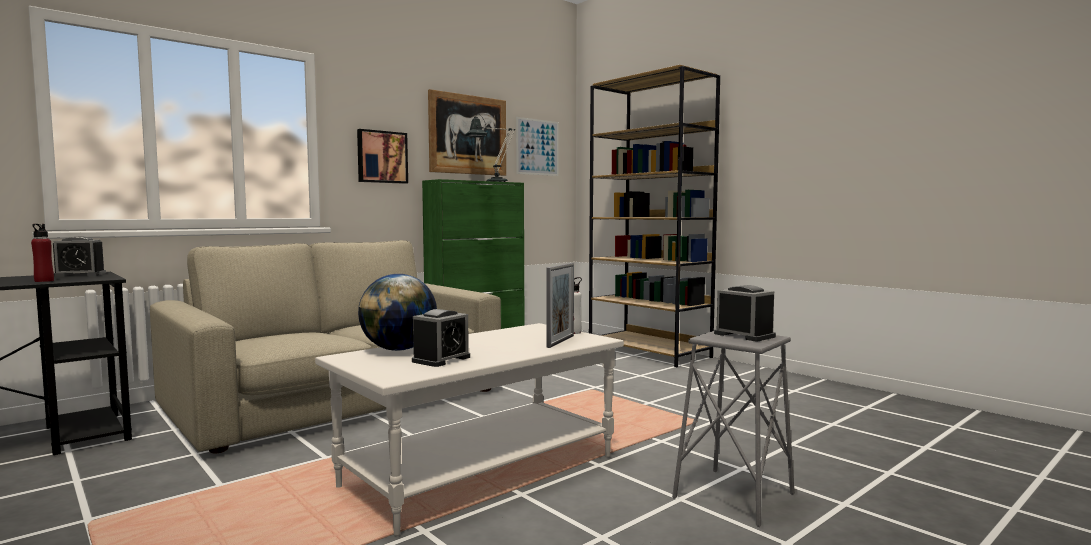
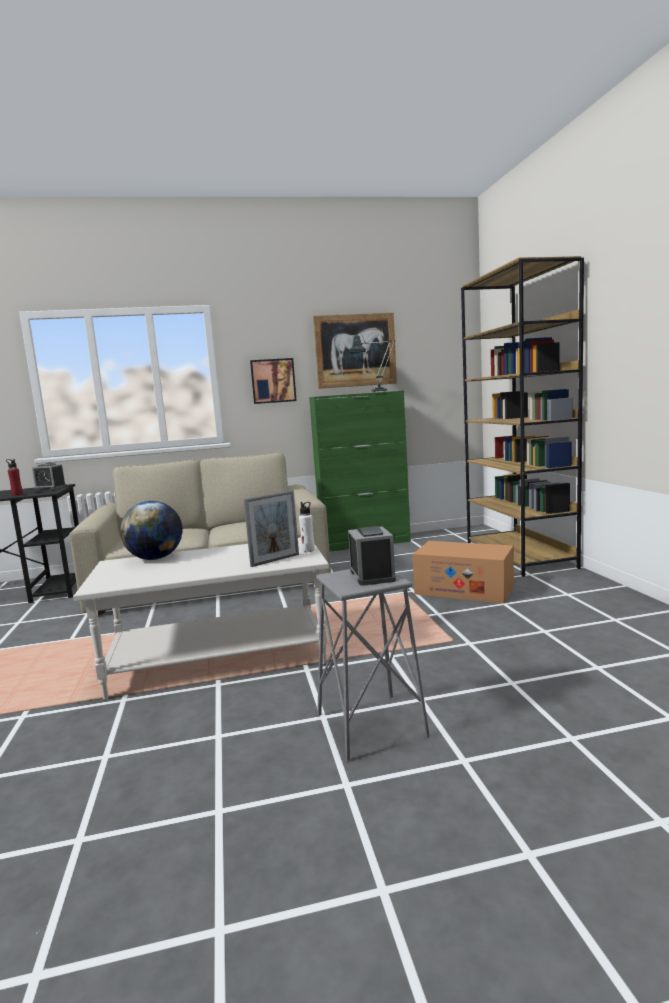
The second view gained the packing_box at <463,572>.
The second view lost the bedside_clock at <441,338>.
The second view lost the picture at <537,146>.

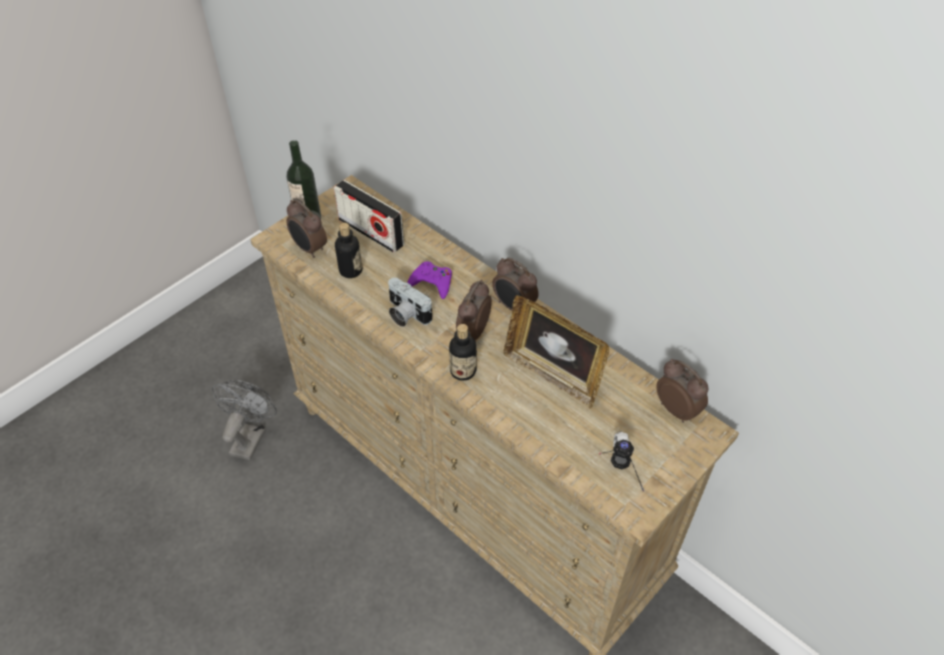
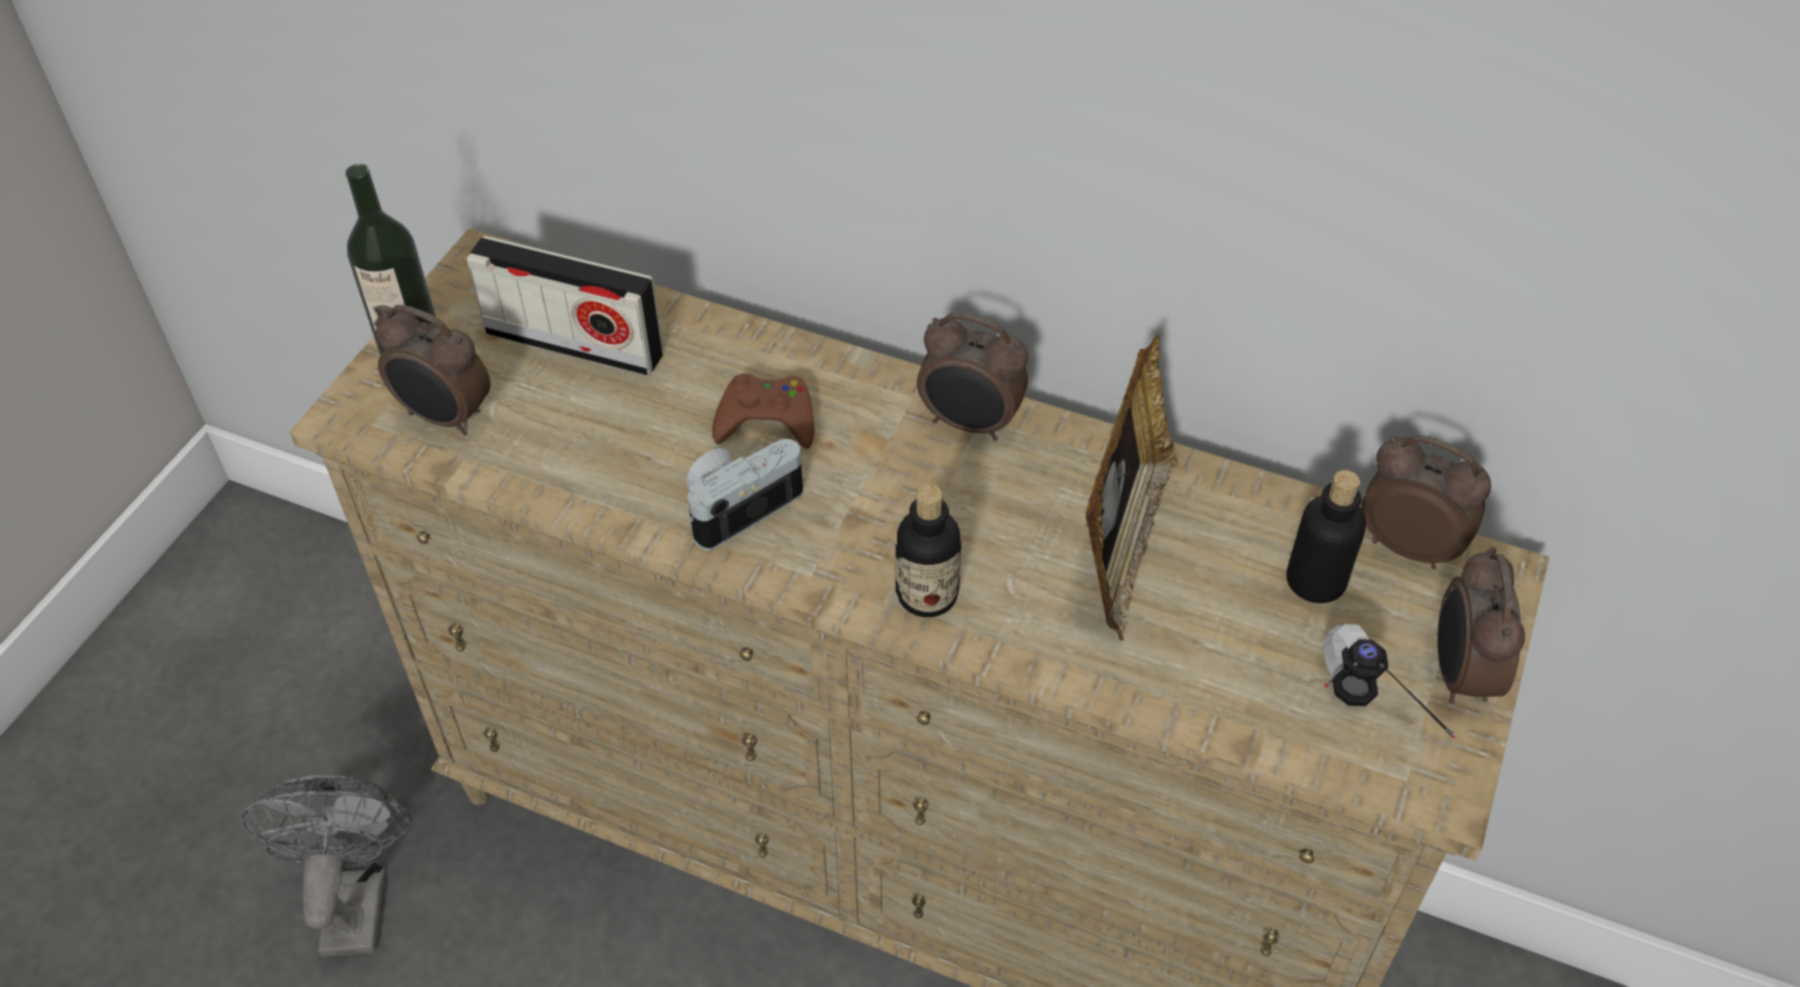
The photo_camera at <410,302> ended up facing another way, 120 degrees clockwise from before.
What was the purple_game_controller at <429,280> turned into the brownish_game_controller at <763,411>.
The photo_frame at <556,352> ended up facing another way, 90 degrees counterclockwise from before.
The drink_bottle ended up elsewhere, having gone from <348,250> to <1326,536>.
The bedside_clock ended up elsewhere, having gone from <474,311> to <1481,625>.

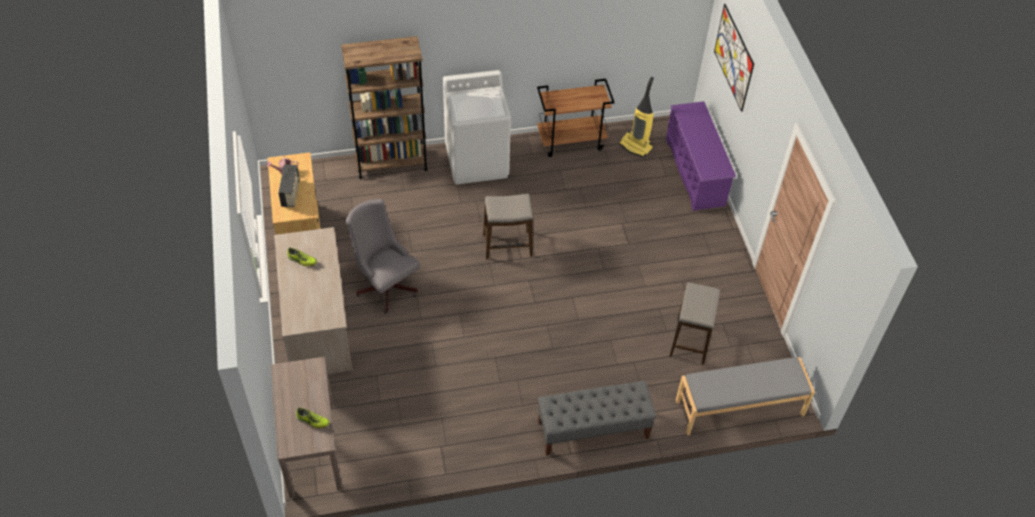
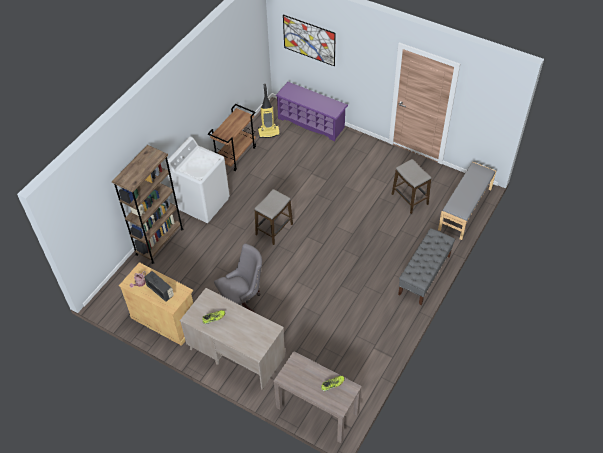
The greyish_office_chair at <382,256> ended up facing another way, 150 degrees clockwise from before.

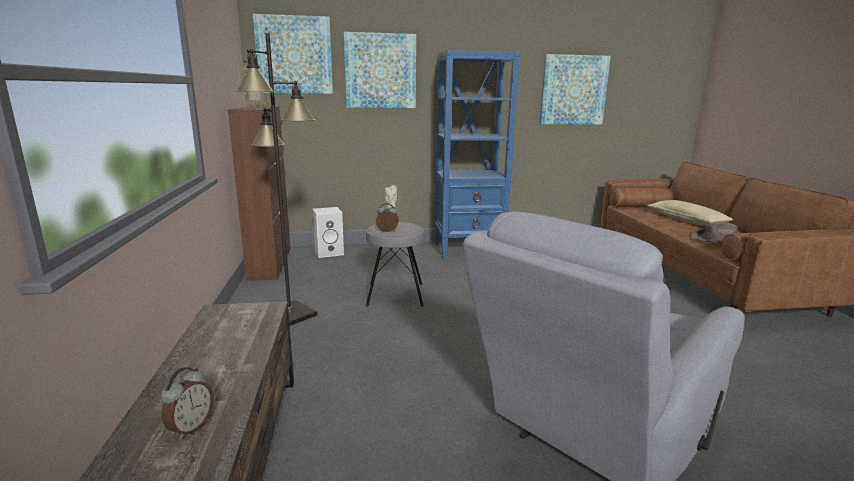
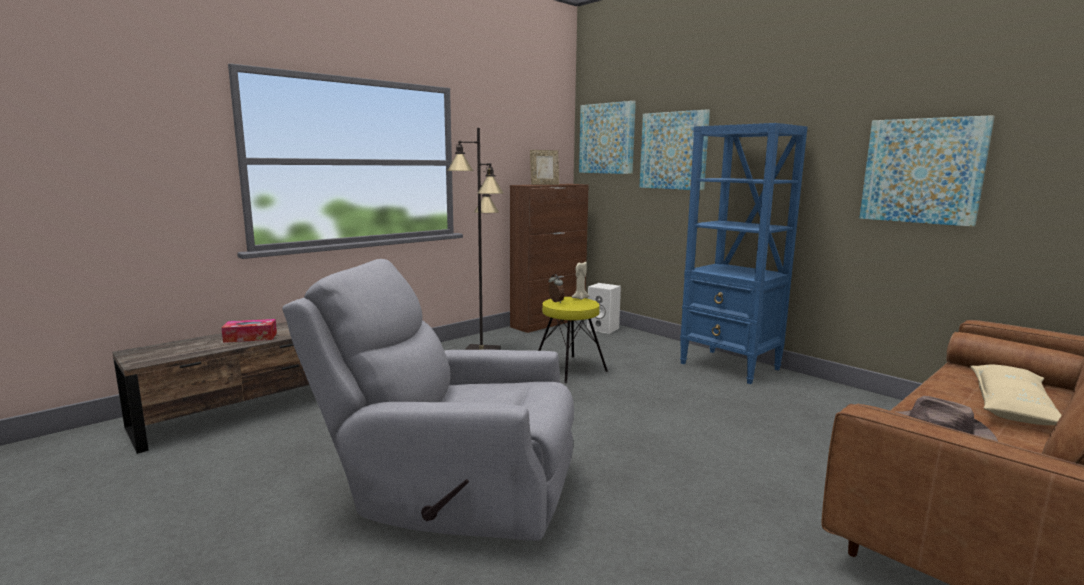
Where the bedside_clock stood at <187,403>, the tissue_holder came to stand at <249,331>.
What was the greyish_stool at <395,264> turned into the yellowish_stool at <573,340>.

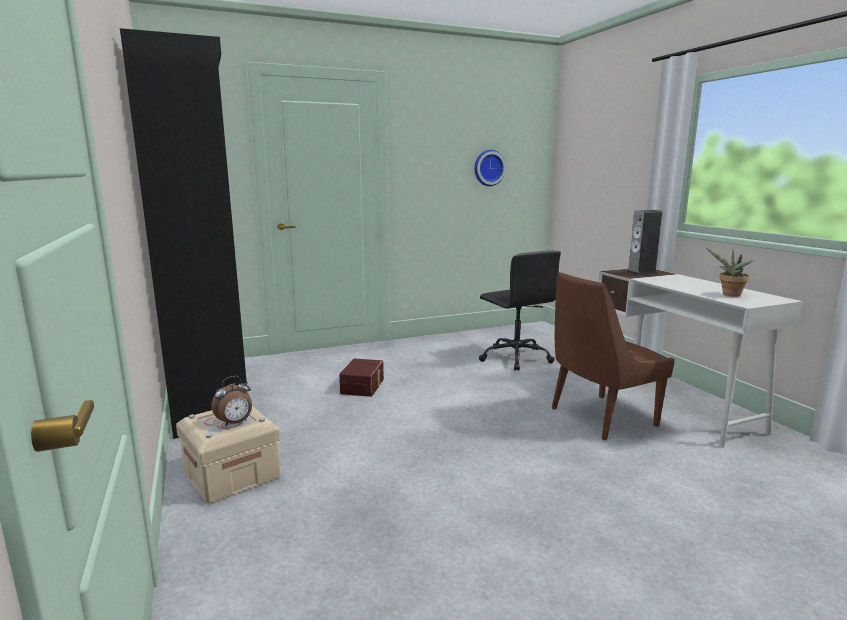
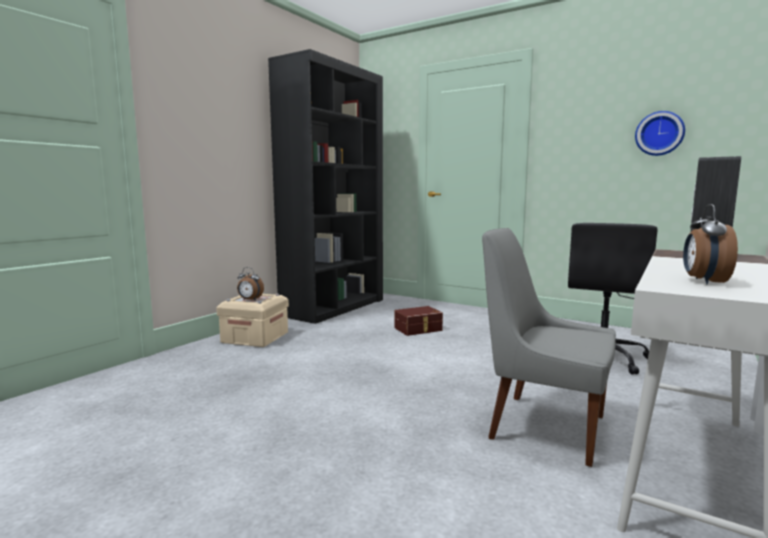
What was the brownish_plain_chair at <613,356> turned into the greyish_plain_chair at <549,347>.
Where the houseplant stood at <729,272>, the bedside_clock came to stand at <710,244>.

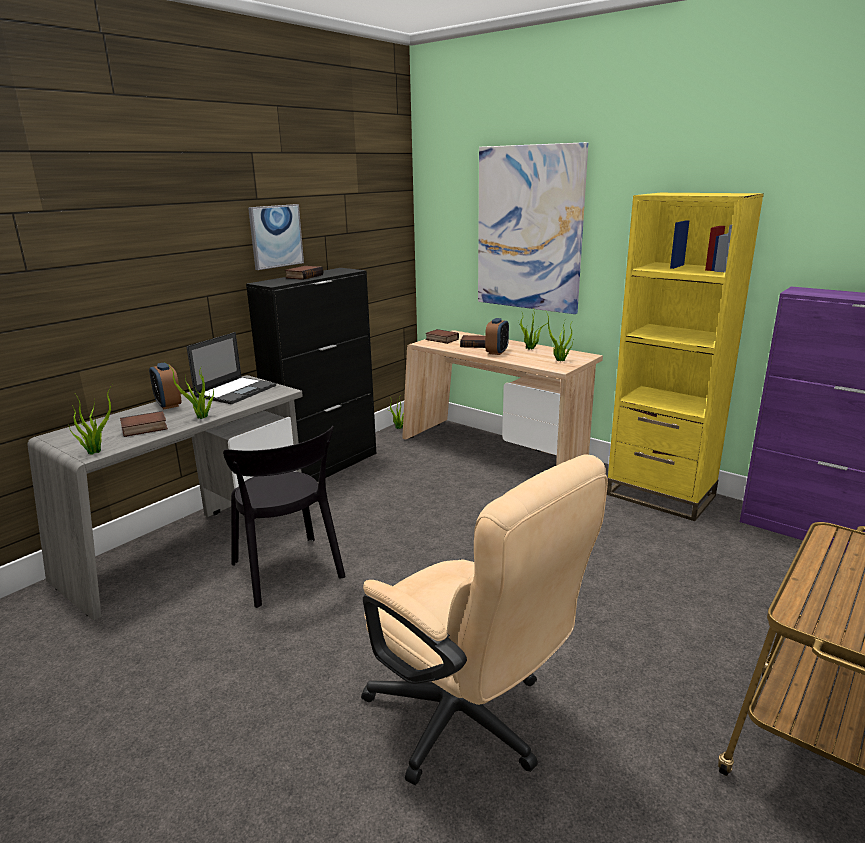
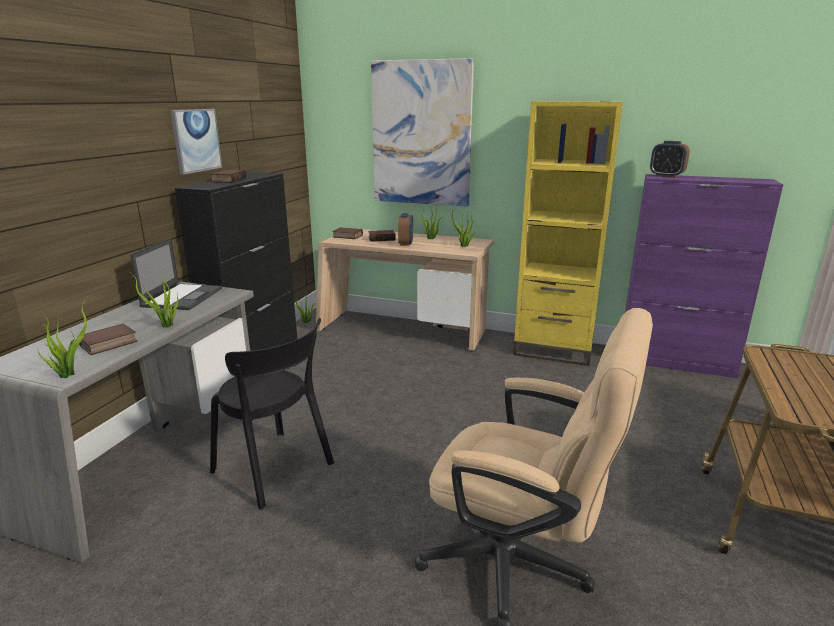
The bedside_clock ended up elsewhere, having gone from <165,386> to <670,159>.

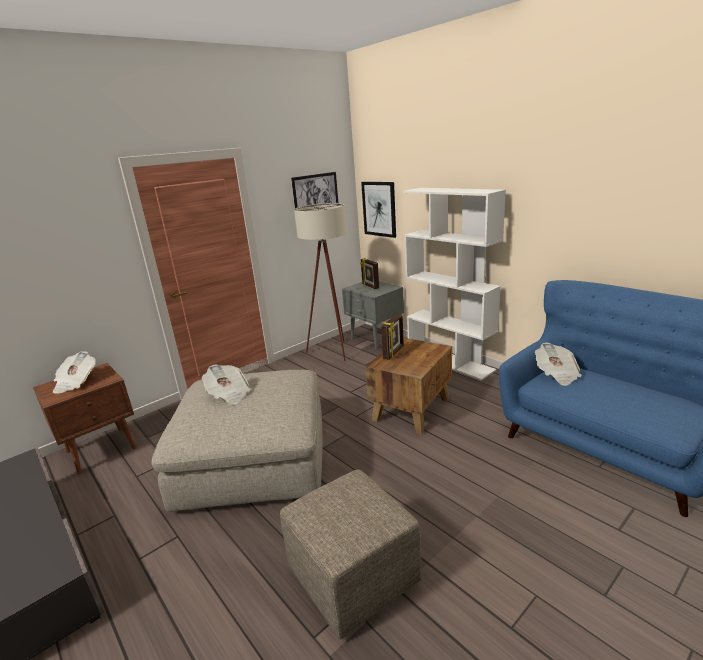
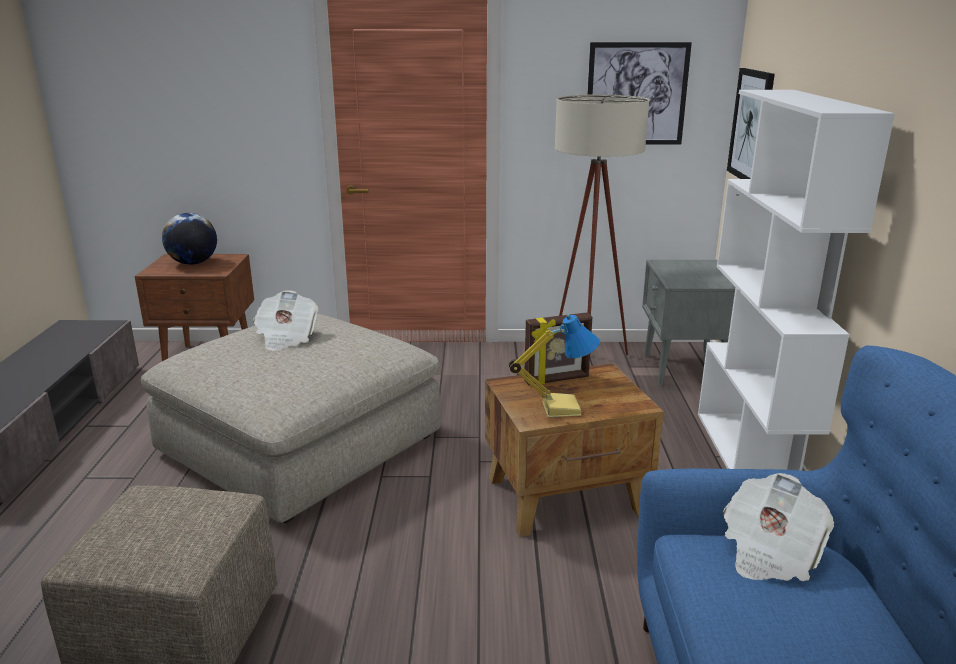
Where the printed_paper stood at <74,372>, the globe came to stand at <189,239>.
The second view gained the table_lamp at <554,365>.
The second view lost the photo_frame at <369,273>.

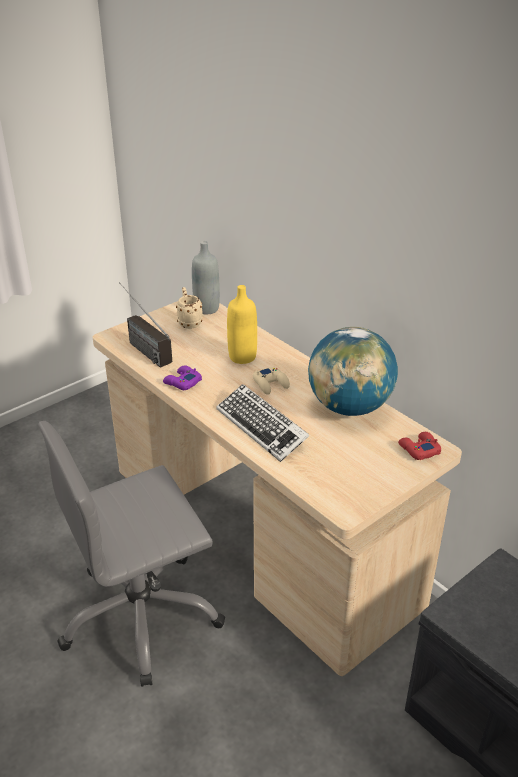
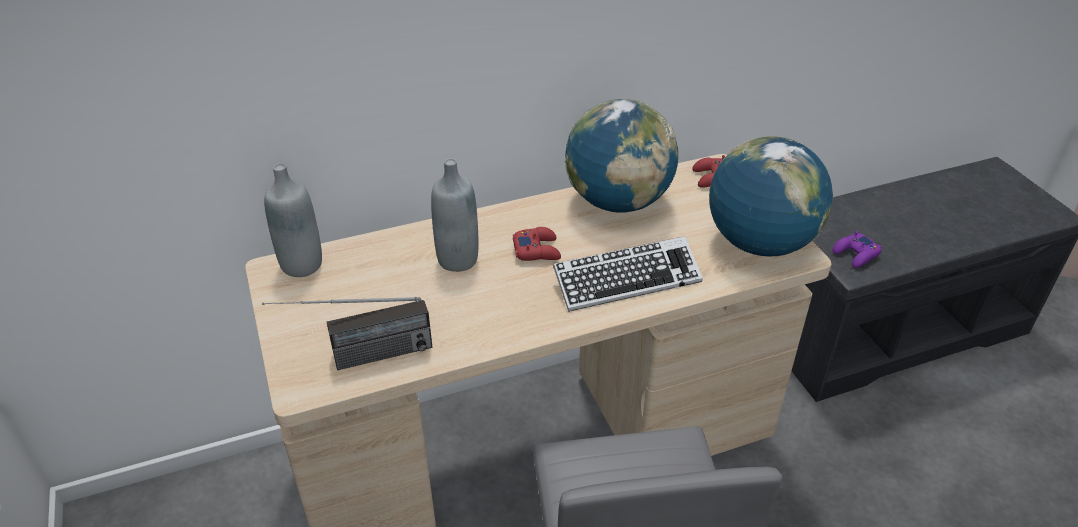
What was the yellowish_drink_bottle at <242,324> turned into the greyish_drink_bottle at <455,215>.
What was the beige_game_controller at <271,381> turned into the reddish_game_controller at <537,244>.
The second view gained the globe at <771,196>.
The purple_game_controller ended up elsewhere, having gone from <182,378> to <857,249>.
The second view lost the beige_coffee_mug at <189,308>.

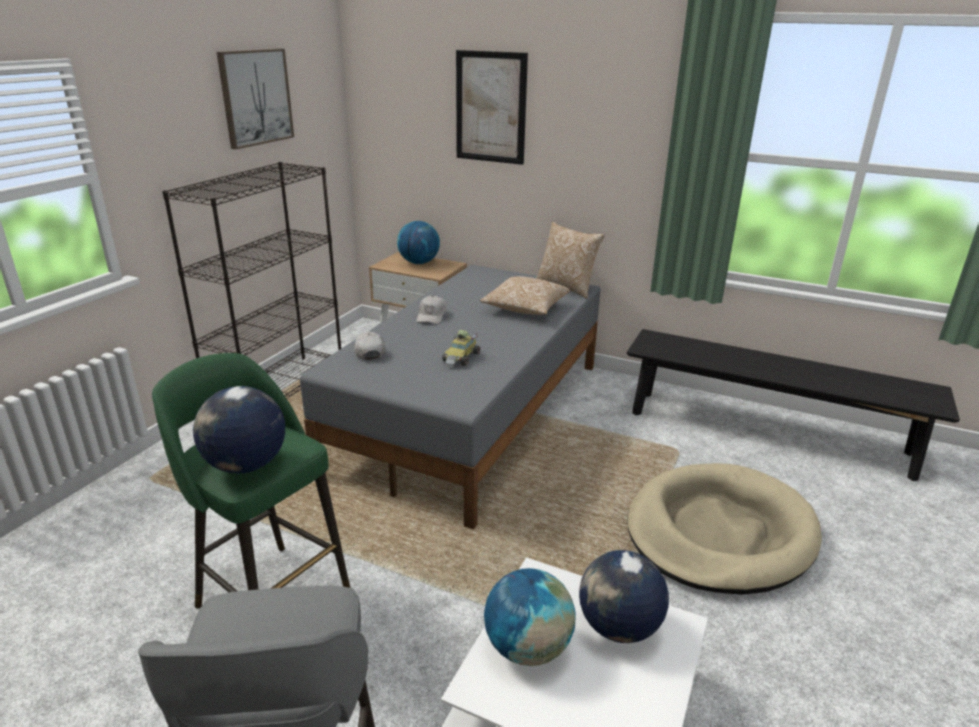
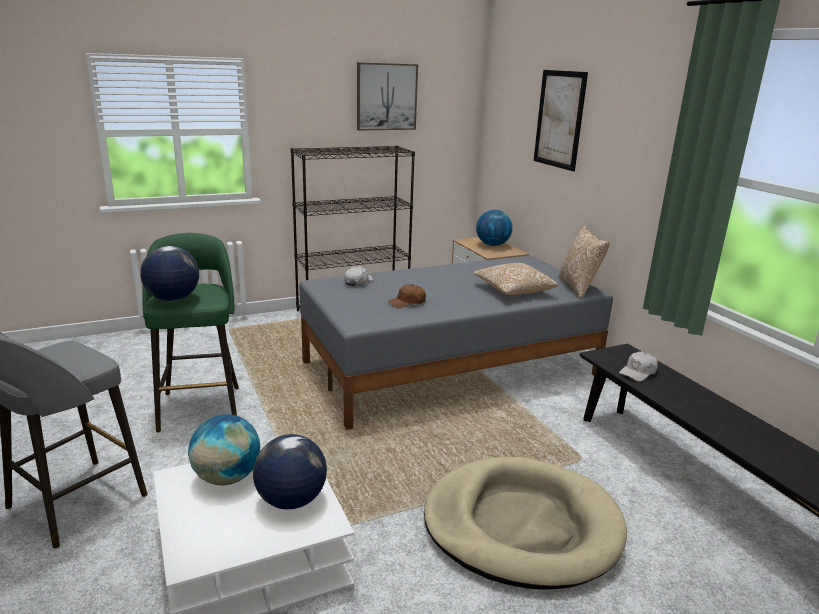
Where the miniature_car stood at <461,348>, the brownish_cap came to stand at <407,296>.
The whitish_cap ended up elsewhere, having gone from <431,310> to <638,367>.

